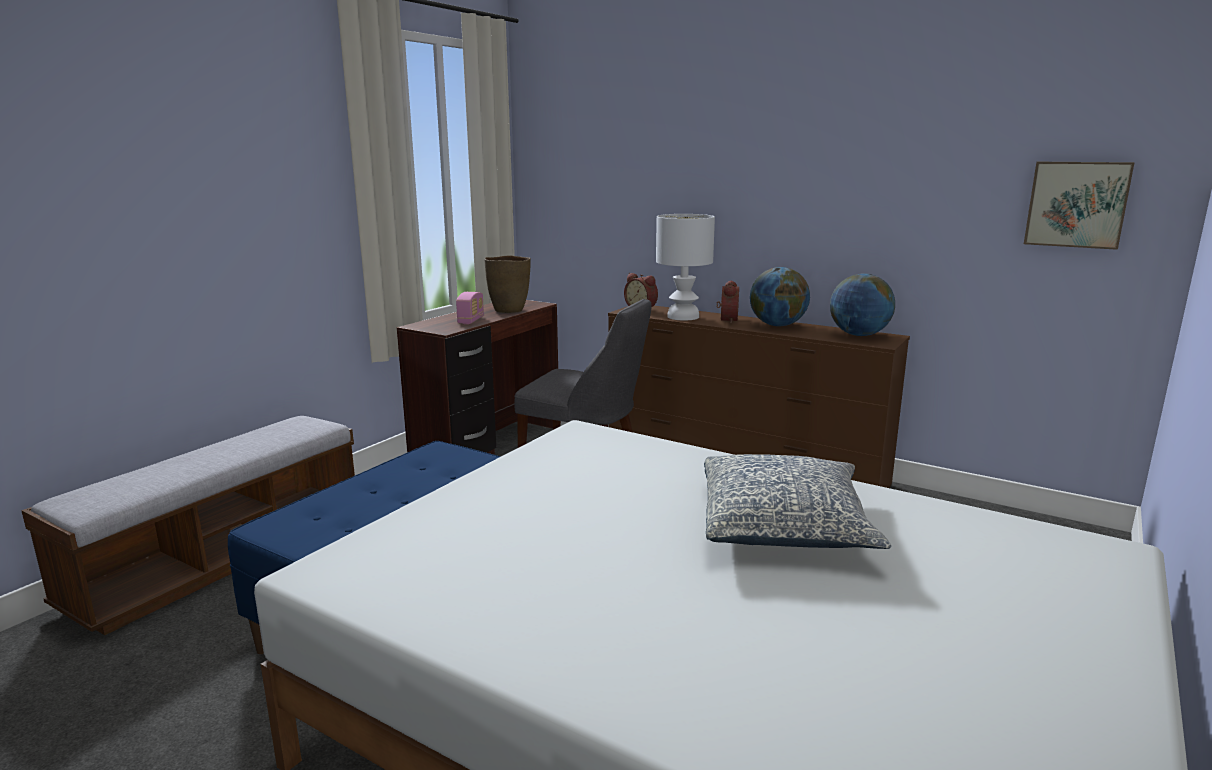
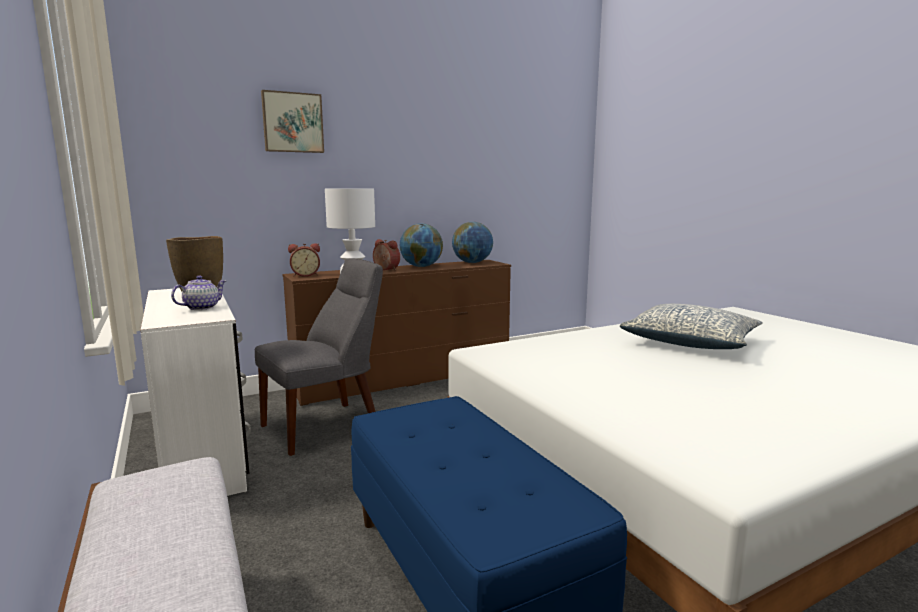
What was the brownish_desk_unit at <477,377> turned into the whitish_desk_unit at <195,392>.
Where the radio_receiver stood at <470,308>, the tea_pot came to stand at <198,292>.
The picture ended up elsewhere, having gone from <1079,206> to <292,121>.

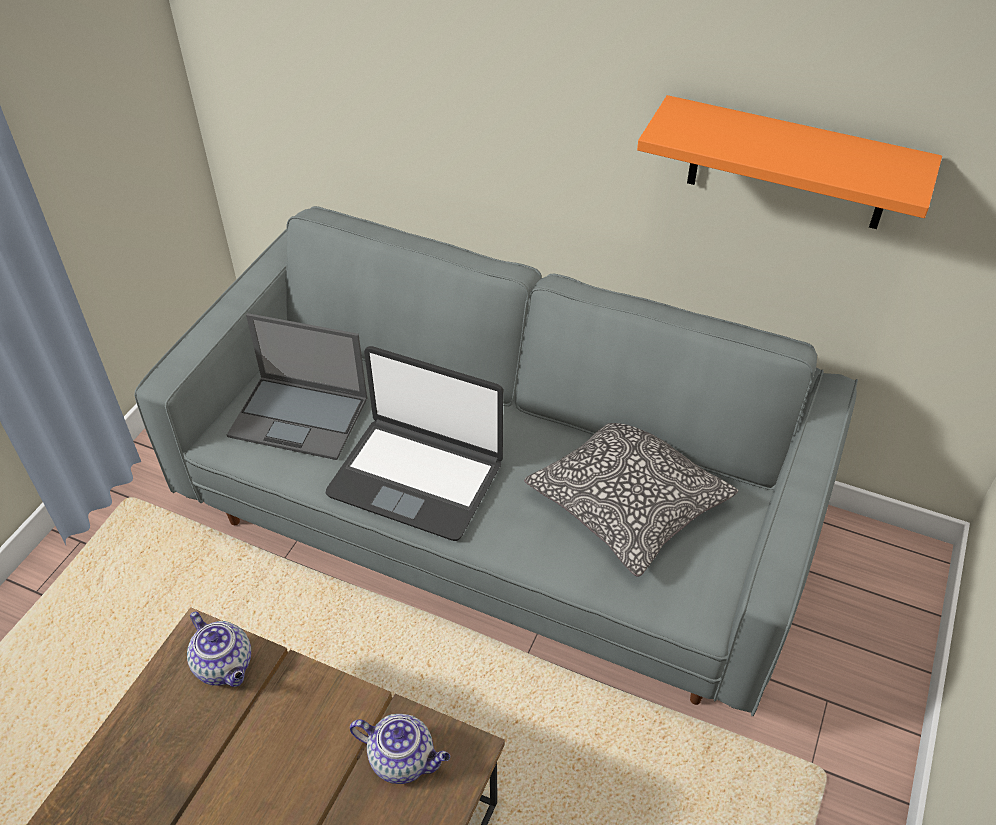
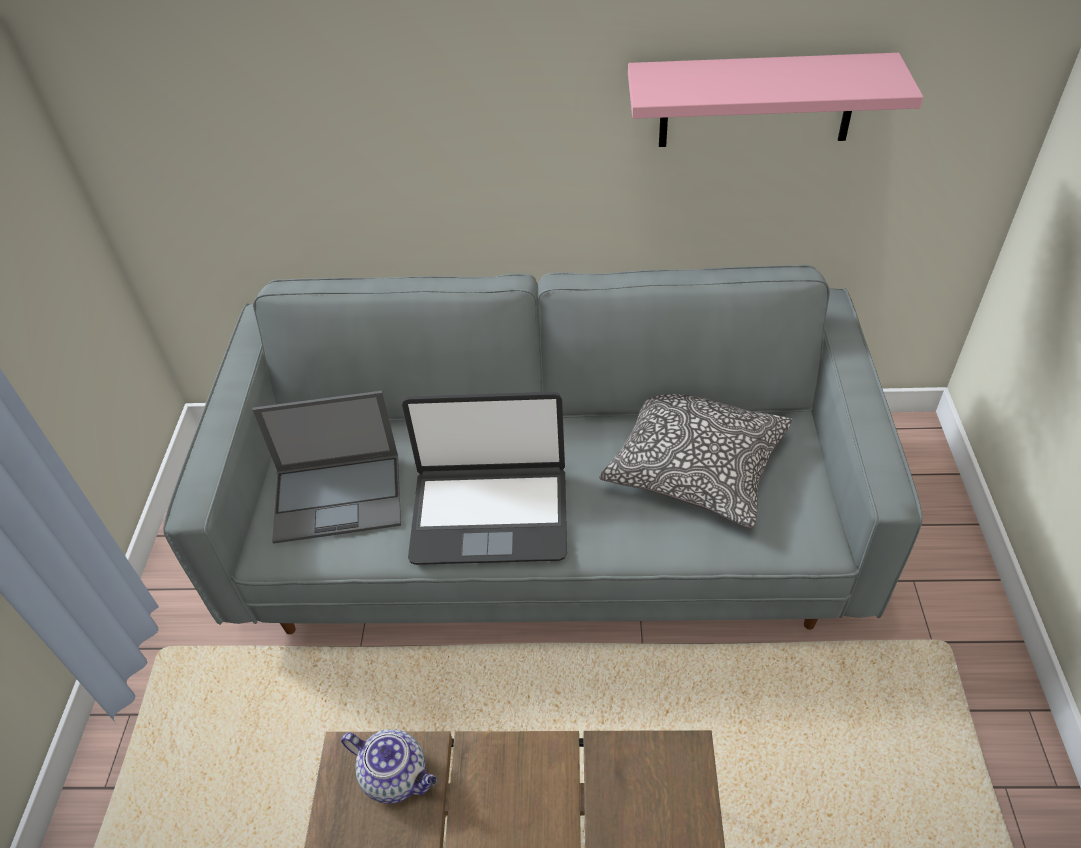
What was the orange_wall_shelf at <789,162> turned into the pink_wall_shelf at <775,100>.
The second view lost the tea_pot at <400,749>.

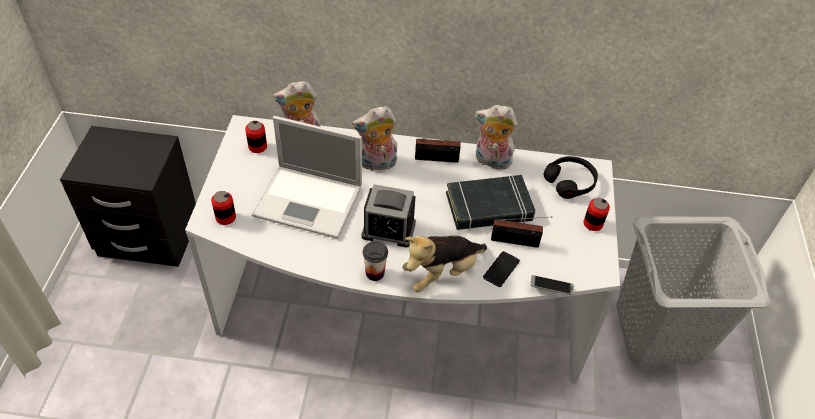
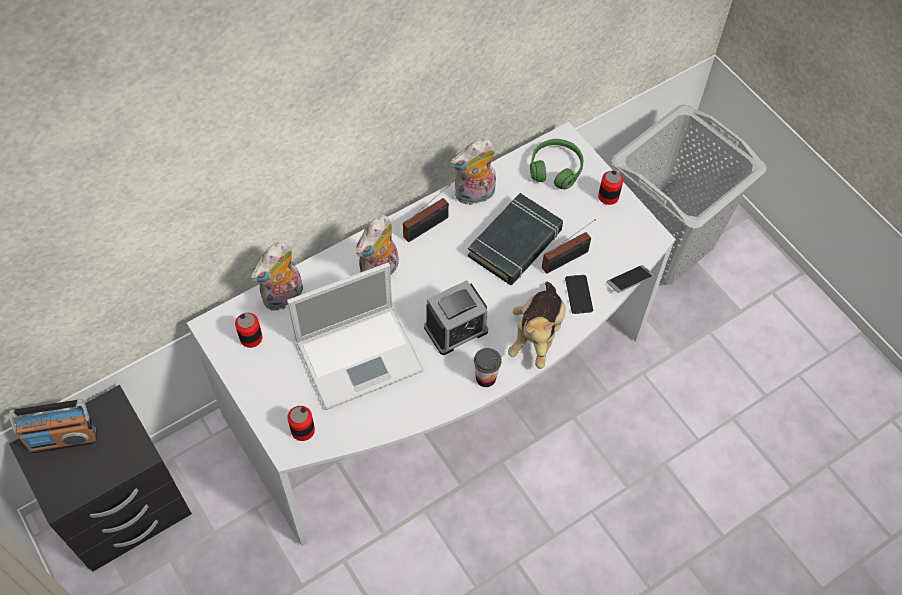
The second view gained the radio_receiver at <52,426>.
What was the black-coloured_headphones at <570,177> turned into the greenish_headphones at <557,164>.

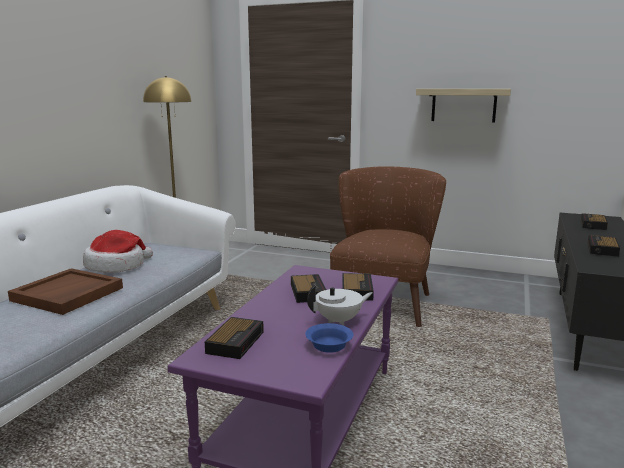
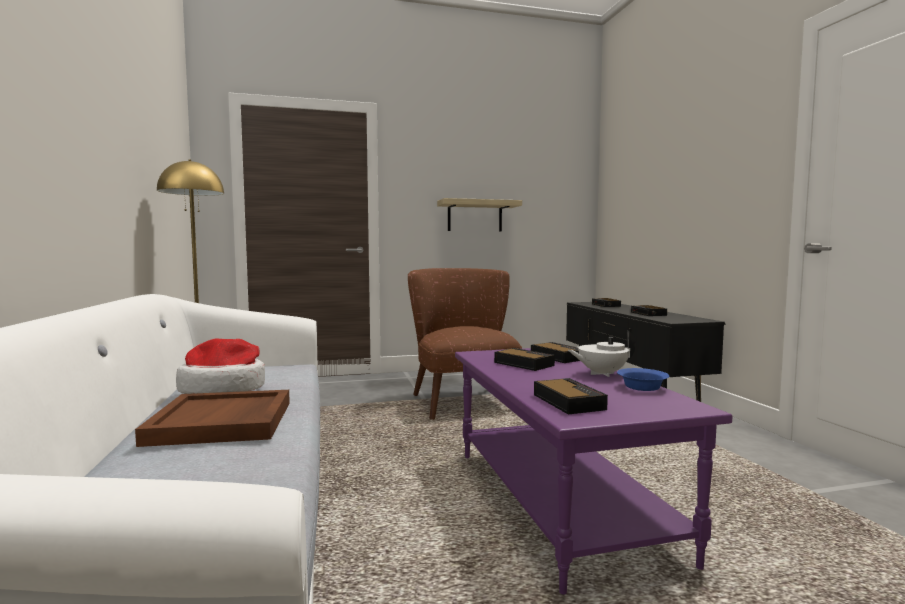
The whitish_tea_pot at <340,305> ended up facing another way, 135 degrees counterclockwise from before.

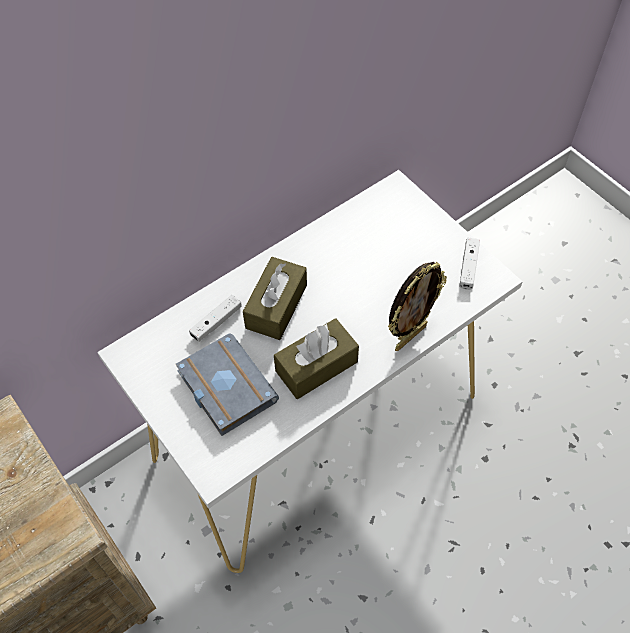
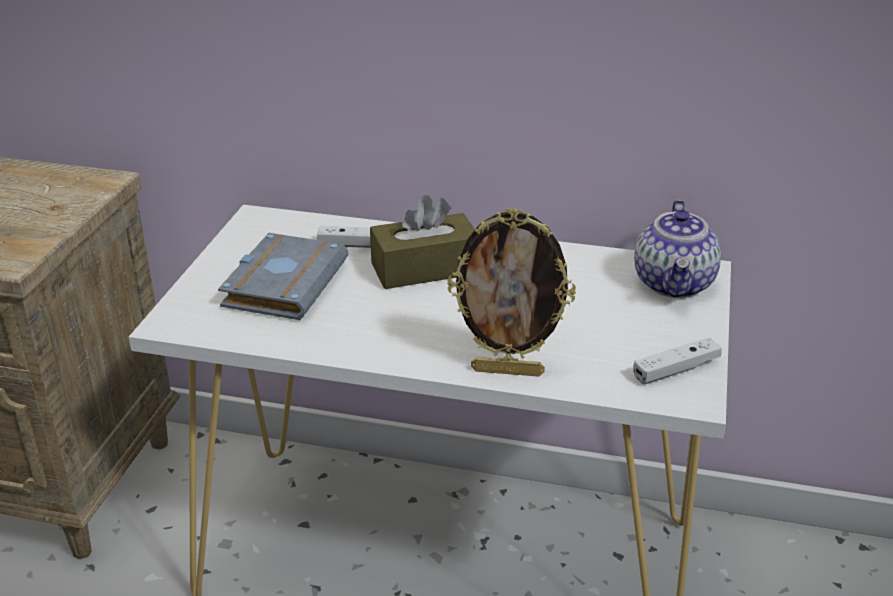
The second view gained the tea_pot at <677,249>.
The second view lost the brownish_tissue_holder at <316,358>.

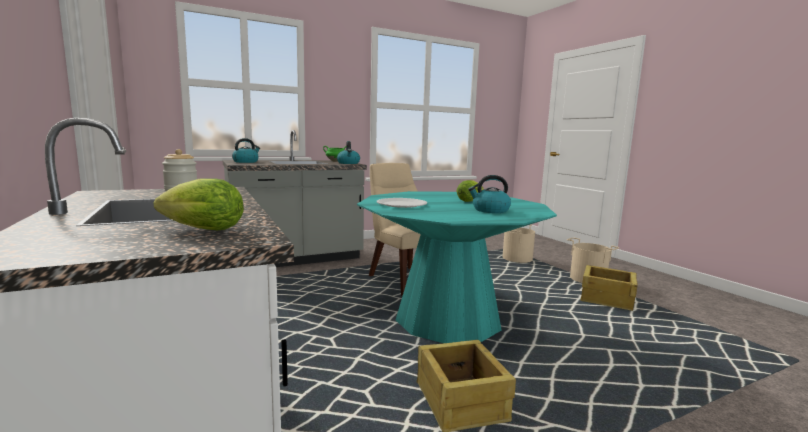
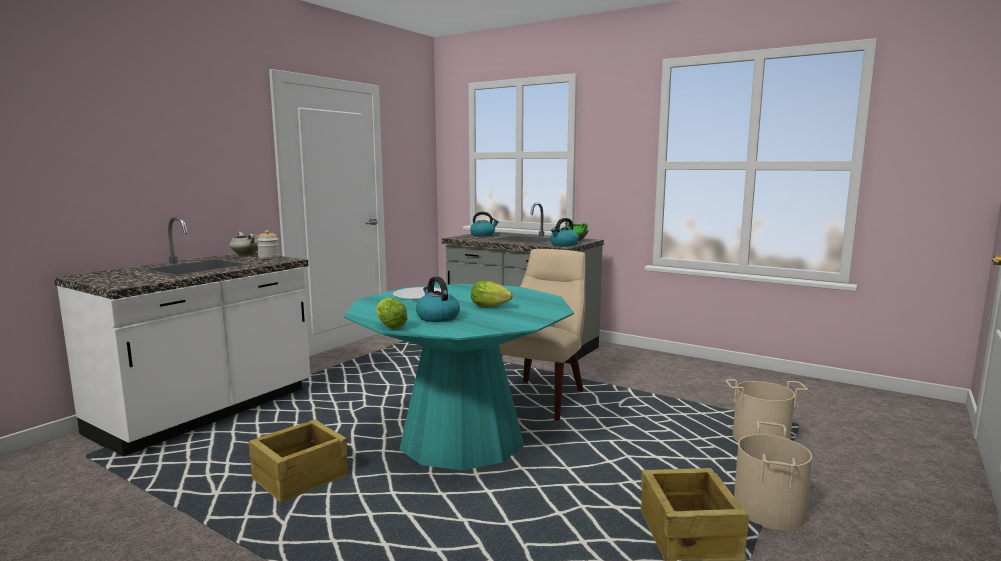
The second view gained the whitish_cooking_pot at <244,244>.
The lettuce_head ended up elsewhere, having gone from <199,204> to <392,313>.

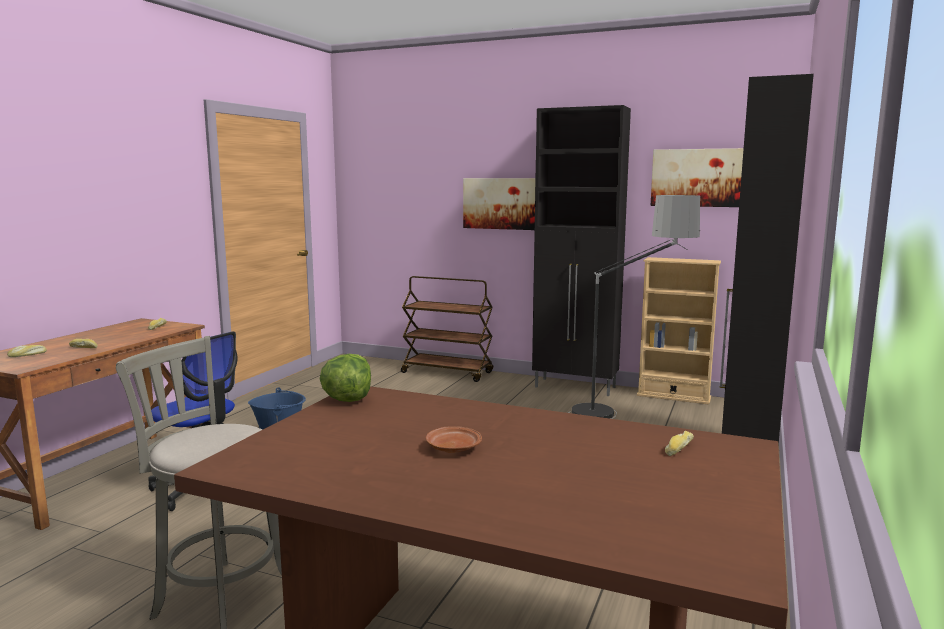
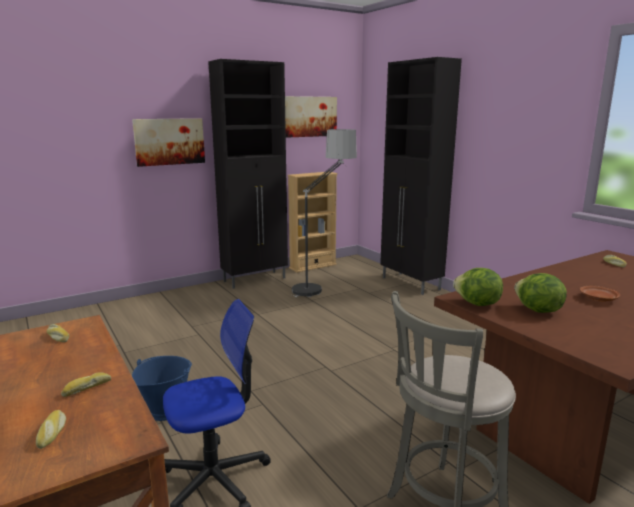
The second view gained the lettuce_head at <540,293>.
The second view lost the brownish_trolley at <447,329>.

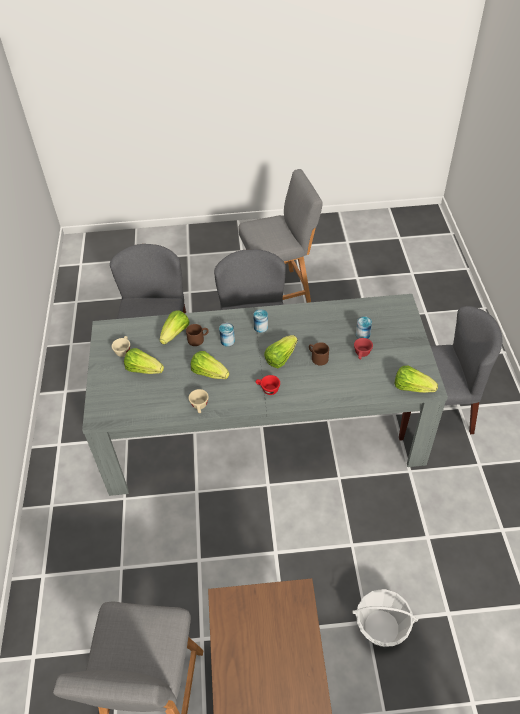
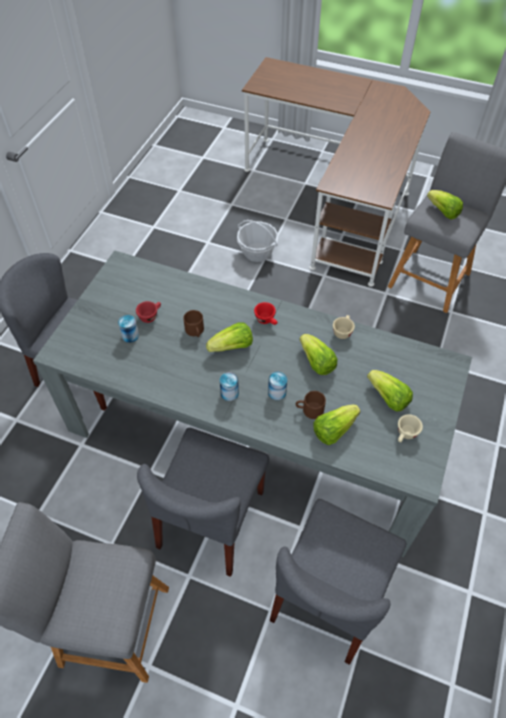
The lettuce_head ended up elsewhere, having gone from <416,379> to <445,205>.

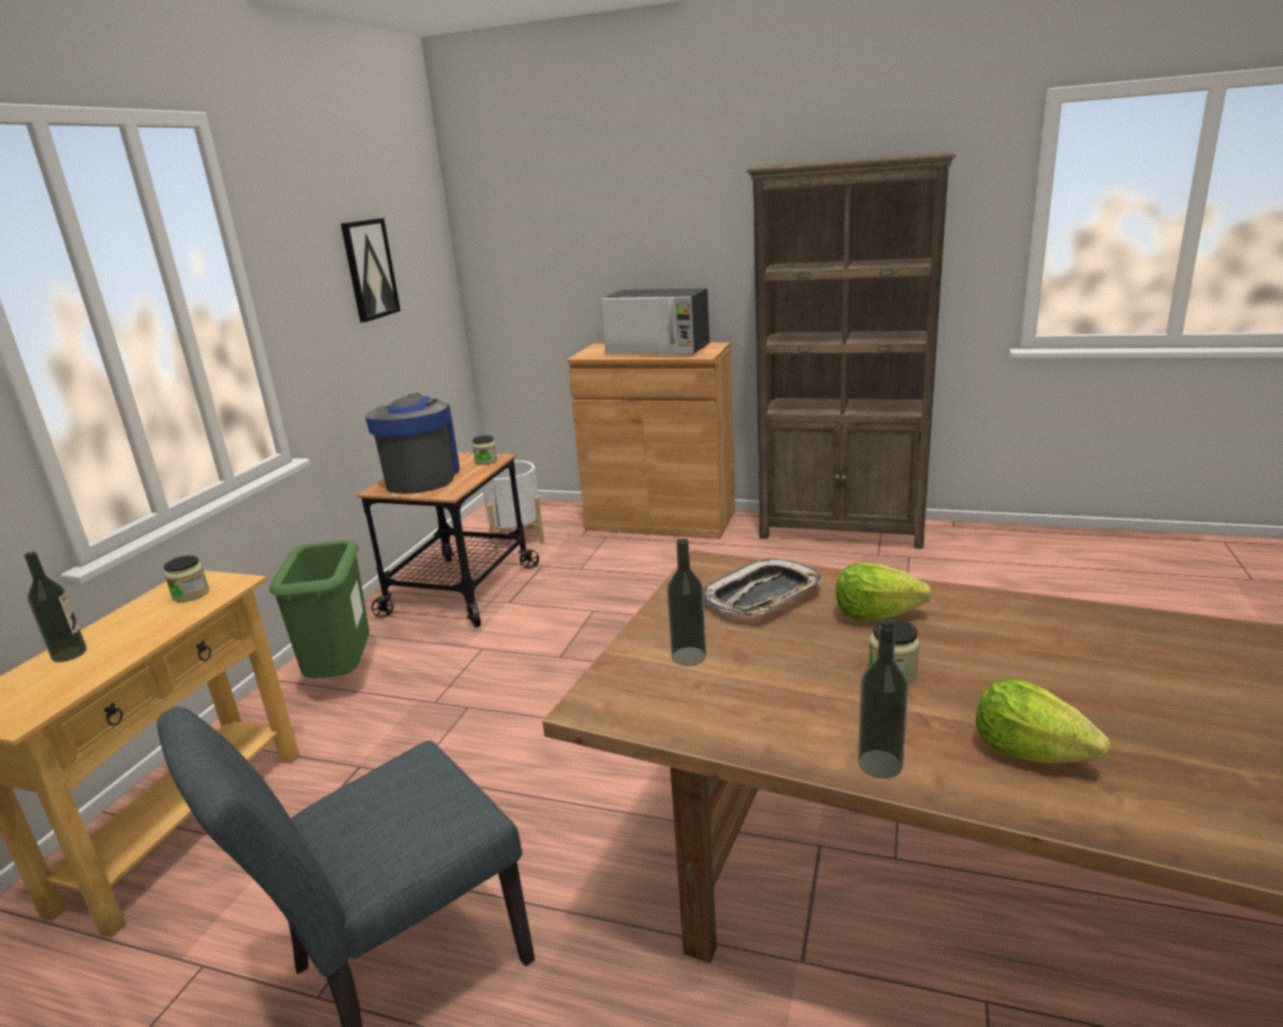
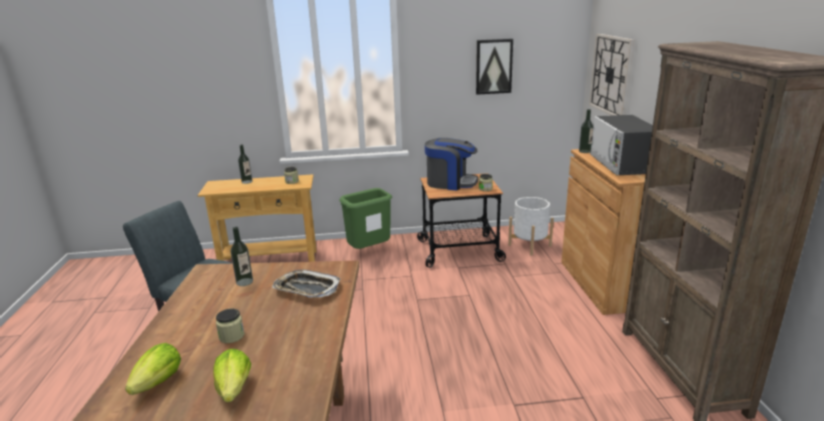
The lettuce_head ended up elsewhere, having gone from <883,591> to <232,375>.
The coffee_brewer at <412,443> ended up facing another way, 45 degrees clockwise from before.
The drink_bottle ended up elsewhere, having gone from <883,701> to <586,131>.
The second view gained the hanging_clock at <611,75>.

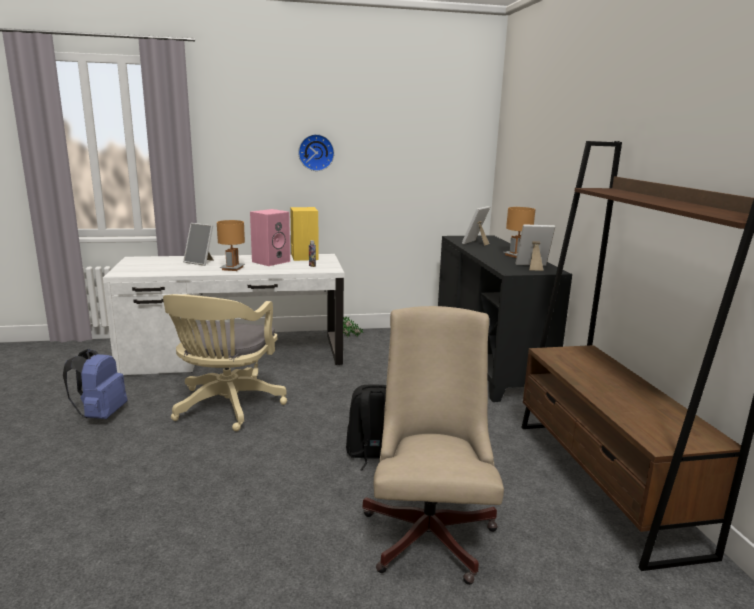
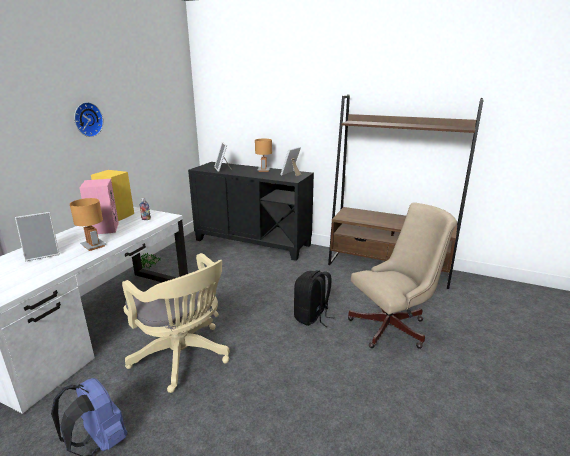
The beige_office_chair at <433,445> ended up facing another way, 120 degrees clockwise from before.

